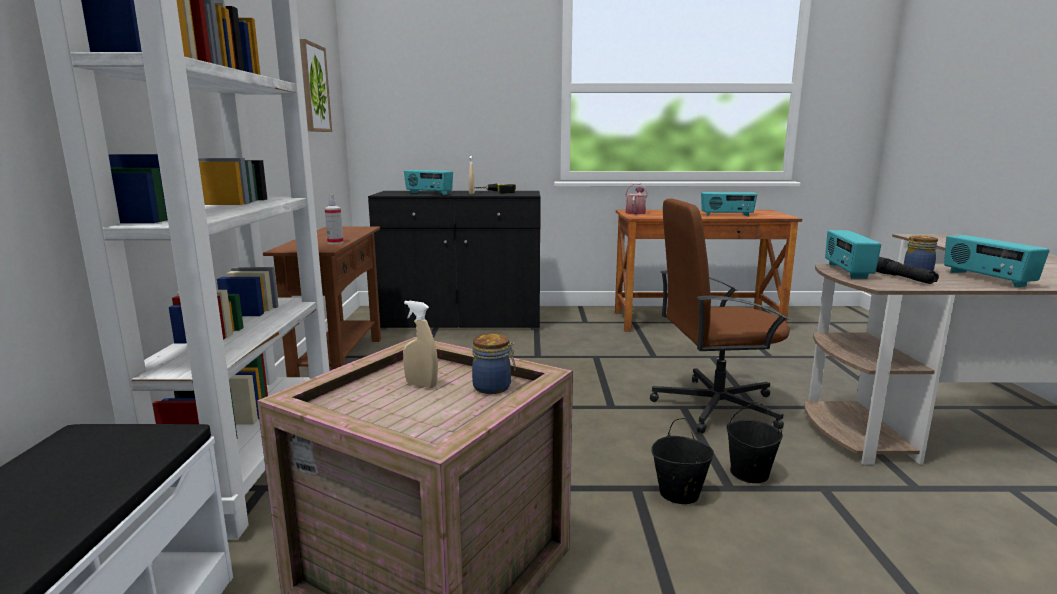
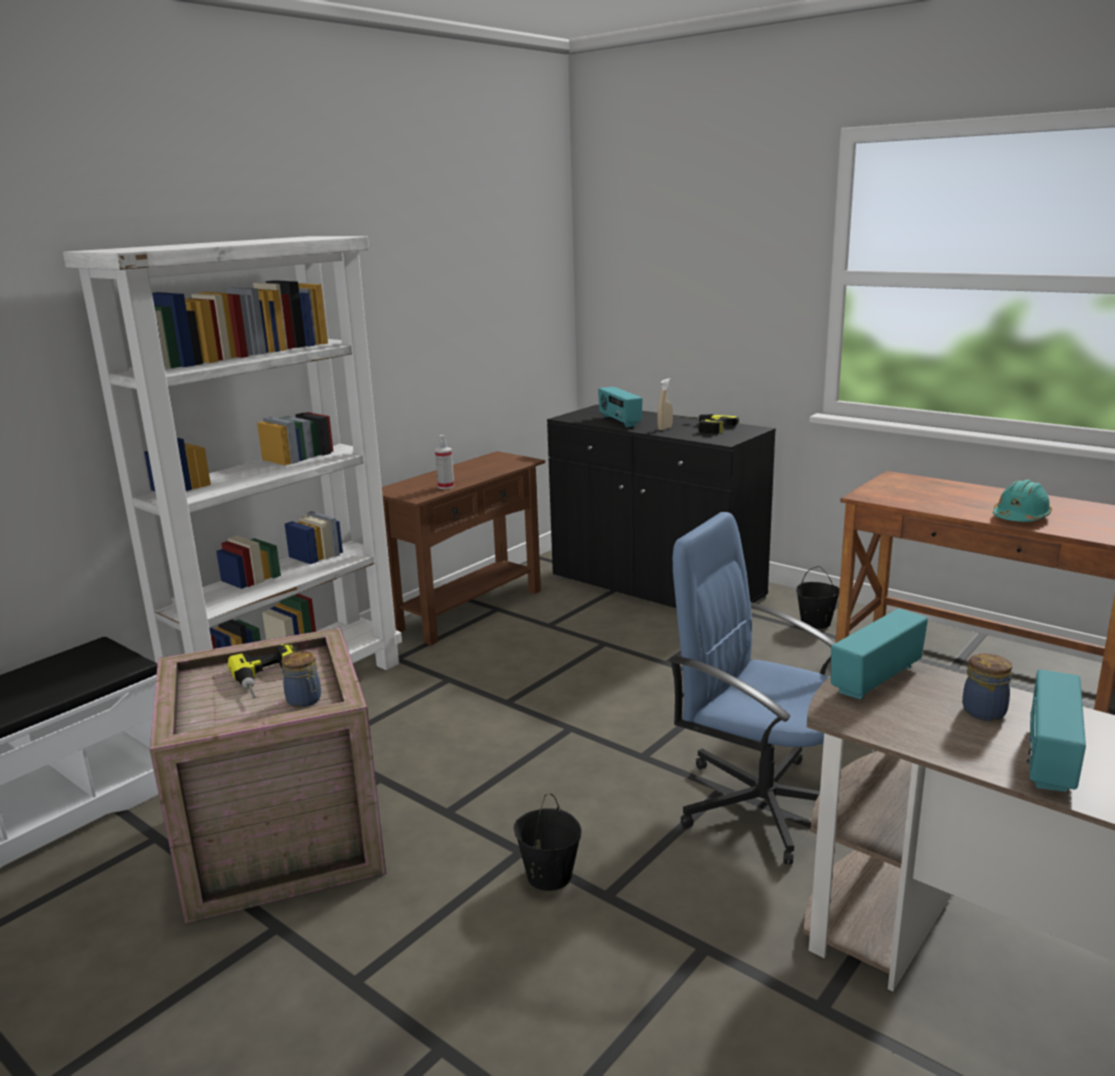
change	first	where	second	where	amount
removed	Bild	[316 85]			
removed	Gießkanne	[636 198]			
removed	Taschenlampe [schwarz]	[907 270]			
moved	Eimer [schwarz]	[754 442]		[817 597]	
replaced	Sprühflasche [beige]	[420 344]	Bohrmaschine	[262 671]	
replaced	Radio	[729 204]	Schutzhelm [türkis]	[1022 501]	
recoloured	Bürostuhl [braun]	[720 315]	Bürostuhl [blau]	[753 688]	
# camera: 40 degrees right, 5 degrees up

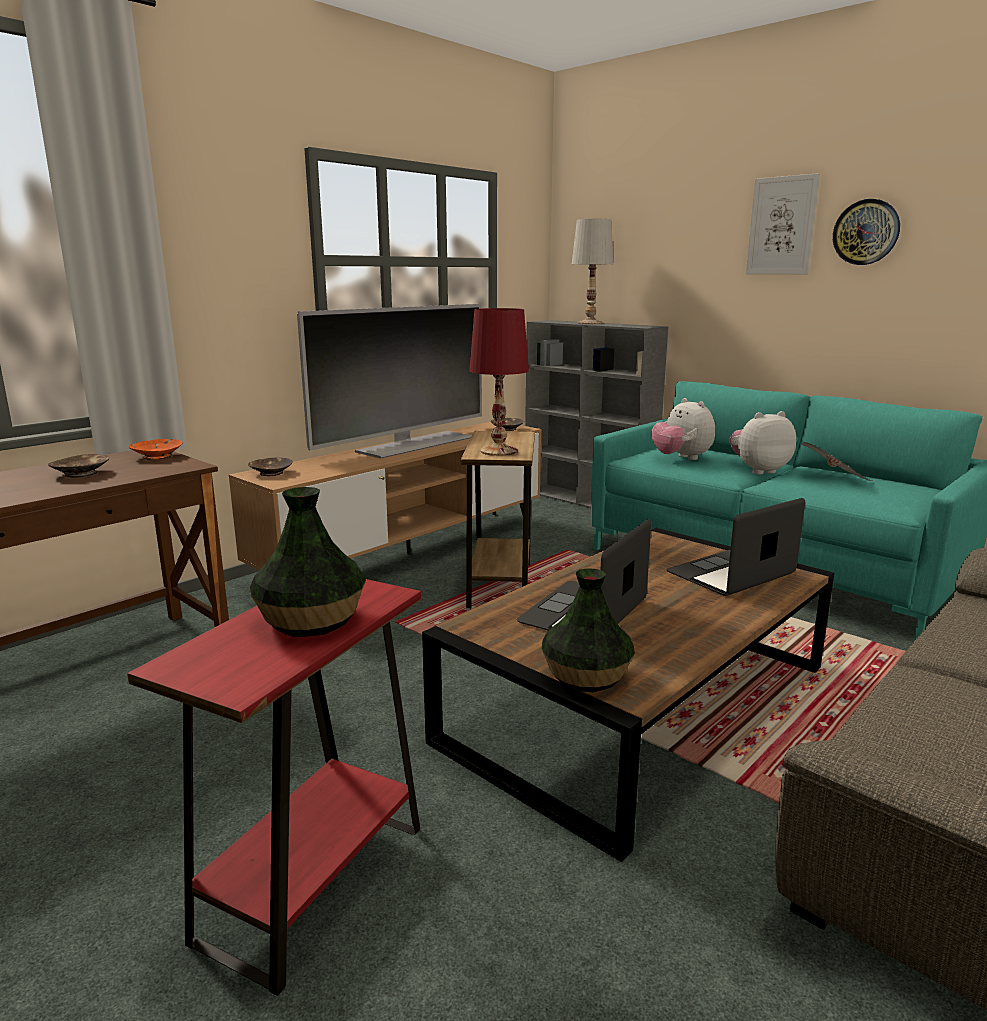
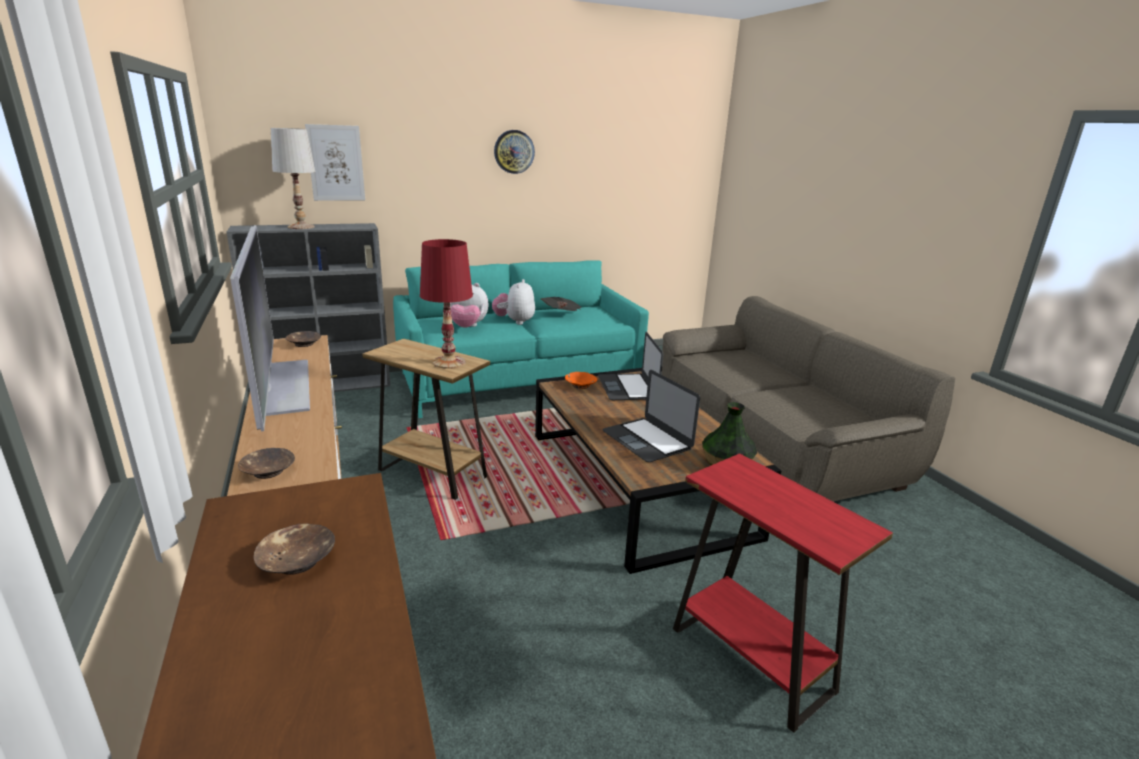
change	first	where	second	where	amount
removed	Vase	[308 562]			
moved	Schüssel [orange]	[156 449]		[581 380]	
moved	Bild	[783 223]		[335 162]	
# camera: 65 degrees left, 5 degrees up

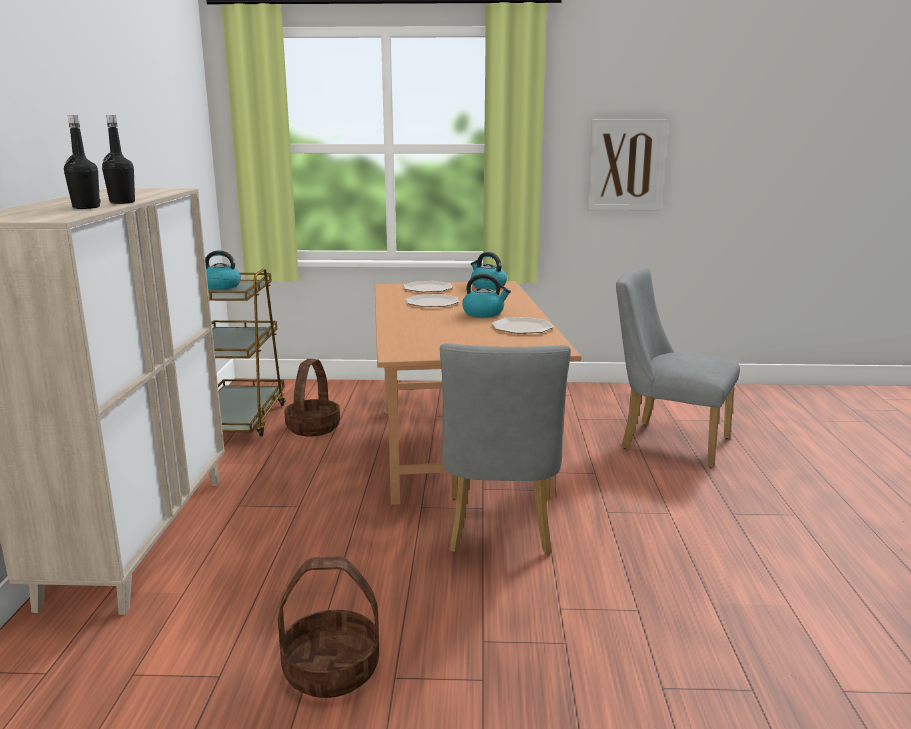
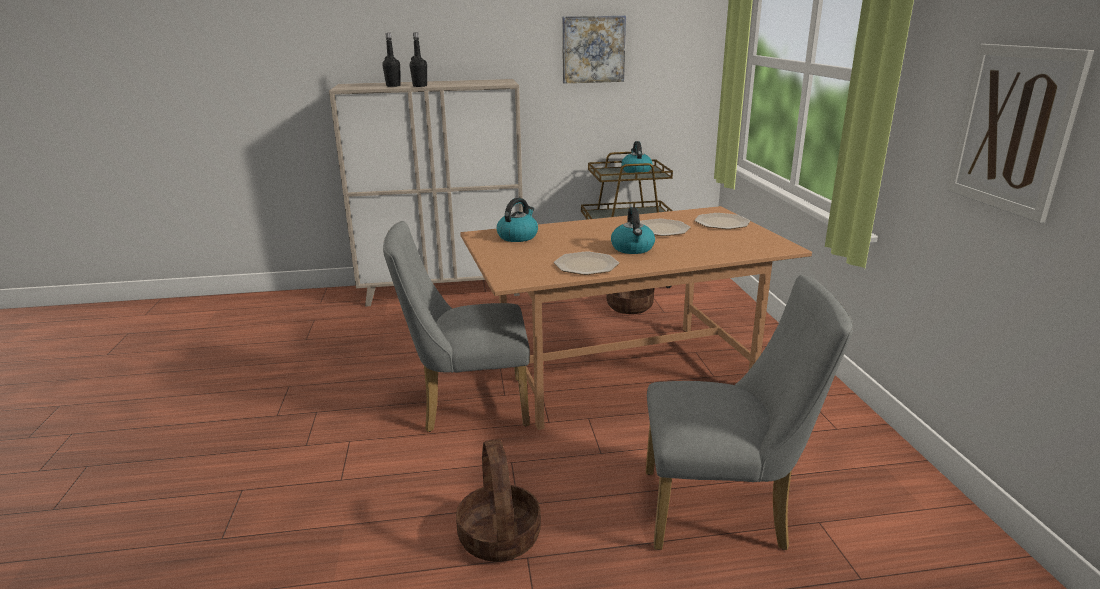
change	first	where	second	where	amount
added			Bild	[594 49]	
moved	Korb	[328 627]		[498 500]	
moved	Wasserkessel	[489 271]		[517 220]	
turned	Stuhl [grau]	[678 367]		[749 412]	75 degrees clockwise
# camera: 80 degrees right, 5 degrees up

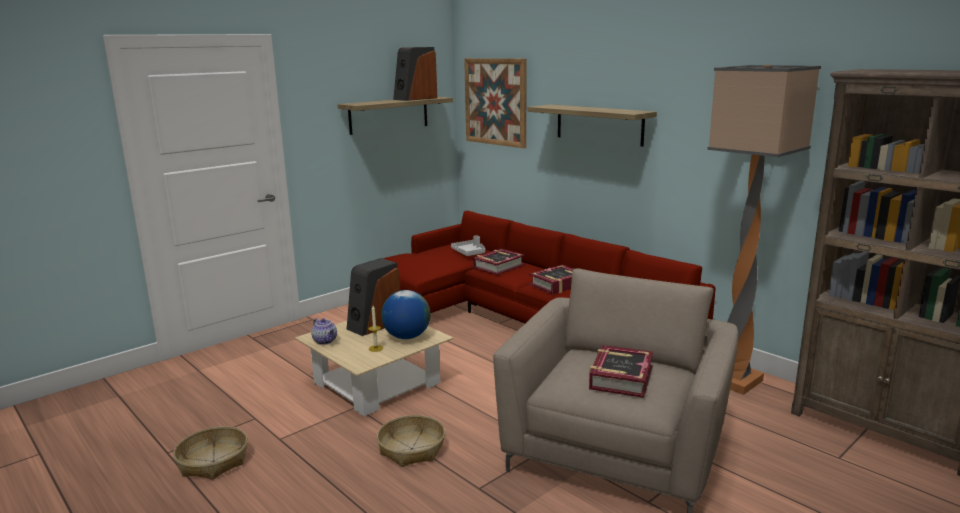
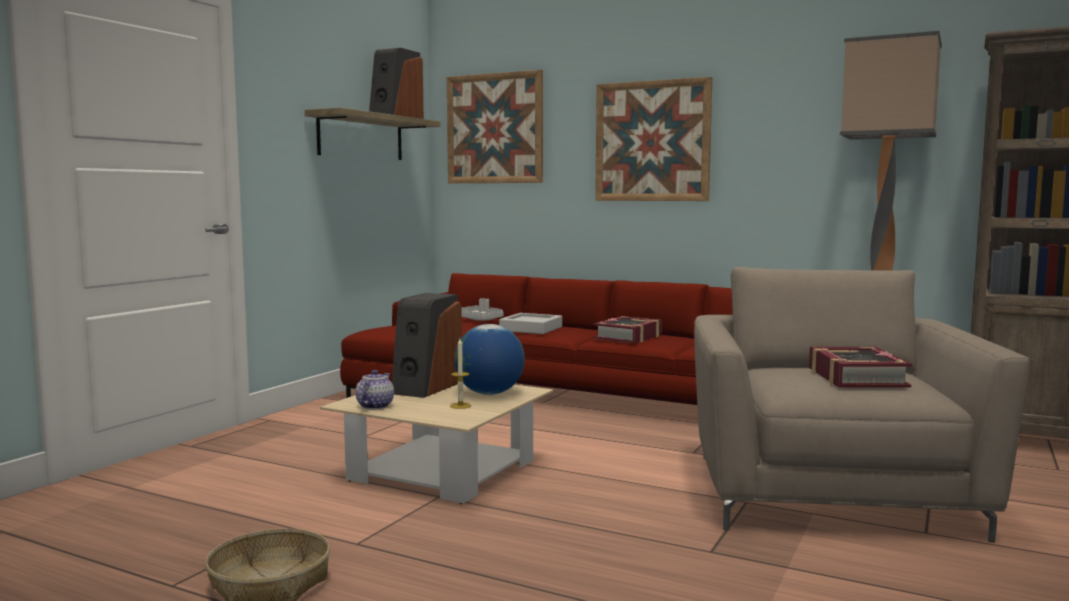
change	first	where	second	where	amount
removed	Korb	[411 441]			
replaced	Buch	[499 262]	Tablett [grau]	[530 323]	
replaced	Wandregal	[592 126]	Bild	[653 139]	
turned	Teekanne	[324 331]		[374 389]	105 degrees counterclockwise
# camera: 20 degrees left, 10 degrees down

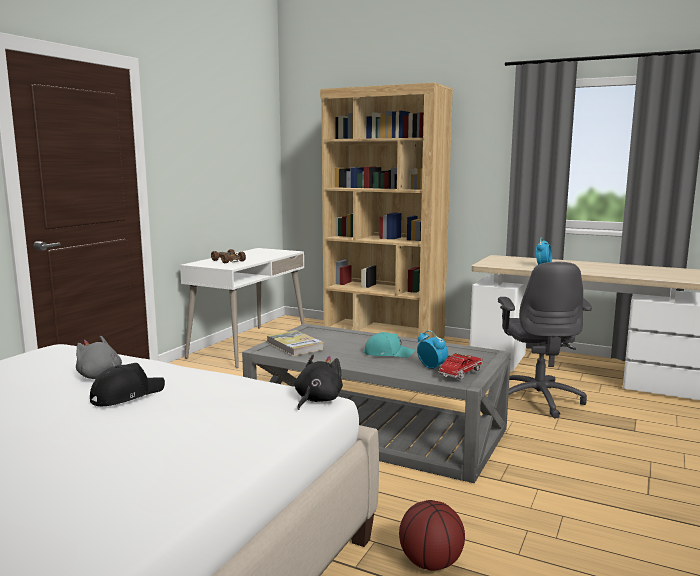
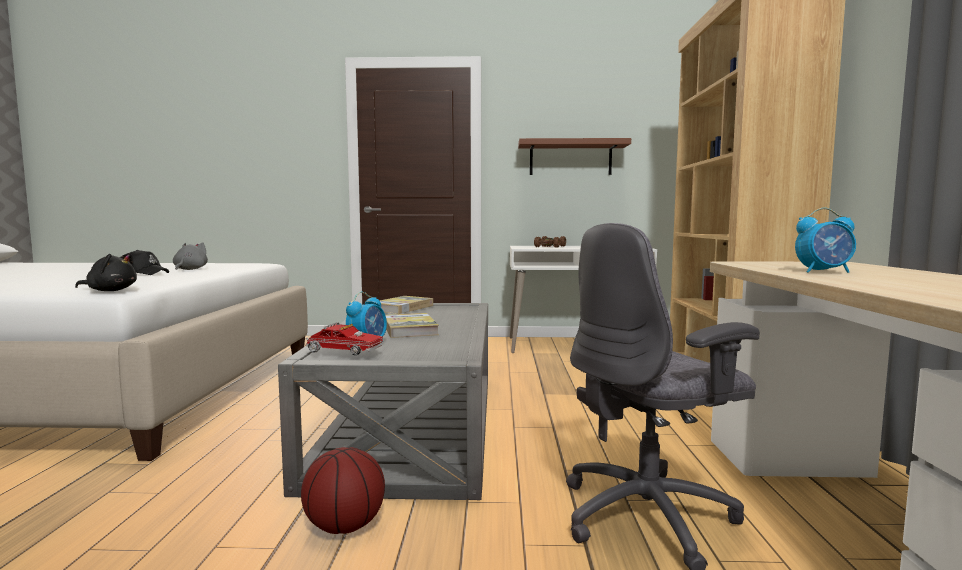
change	first	where	second	where	amount
added			Wandregal [braun]	[574 156]	
moved	Basketball	[432 535]		[343 490]	
replaced	Kappe [türkis]	[389 345]	Buch	[412 325]	
# camera: 65 degrees right, 5 degrees down

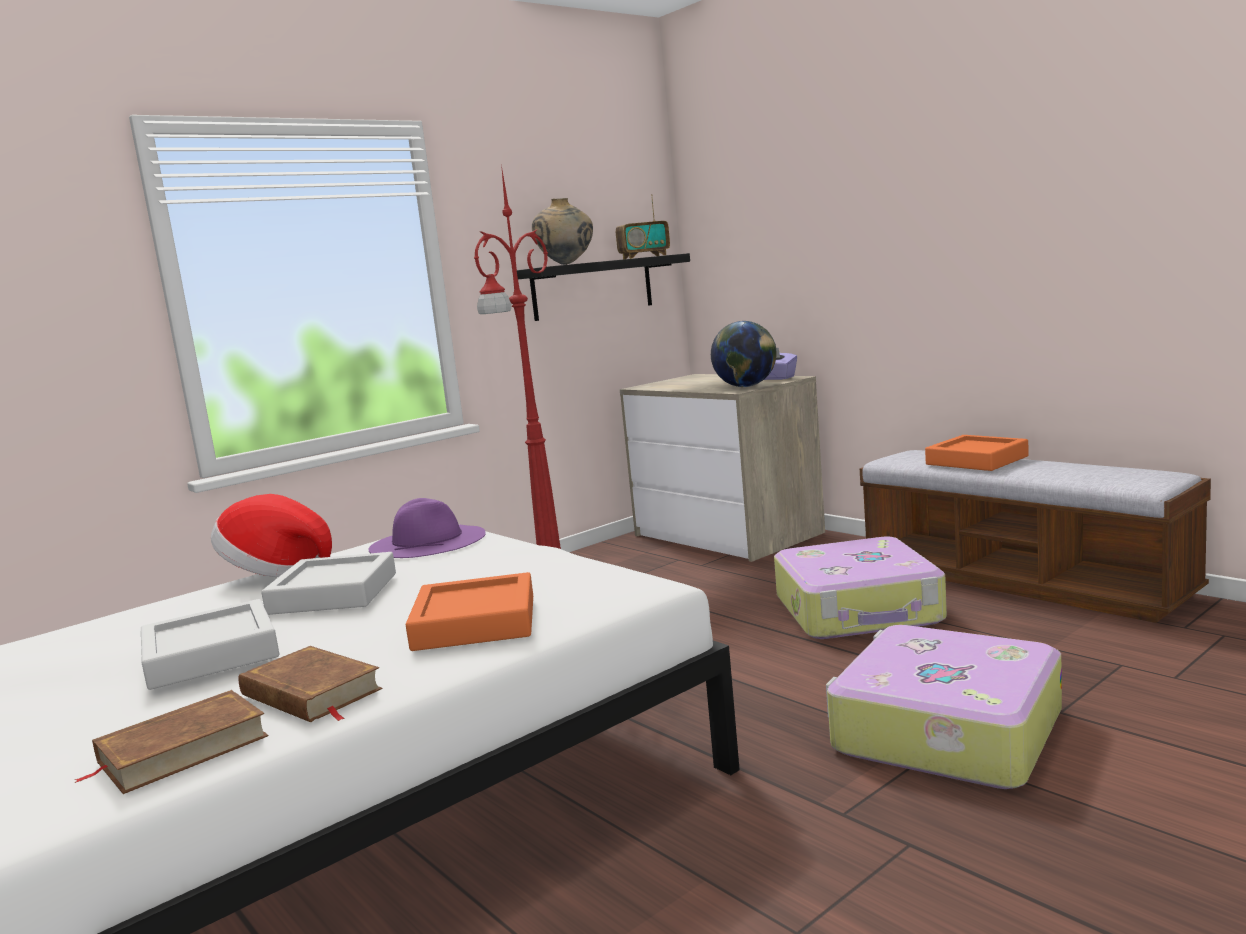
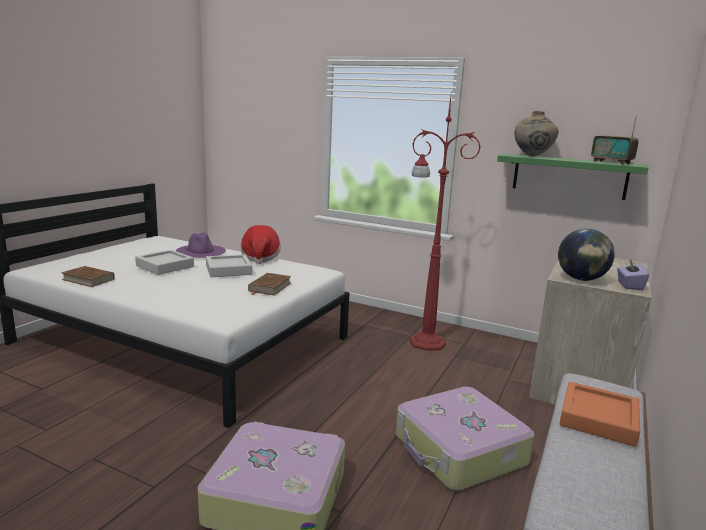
change	first	where	second	where	amount
removed	Tablett [orange]	[469 611]			
moved	Buch [braun]	[310 684]		[269 284]	
moved	Hut [lila]	[427 528]		[201 245]	
recoloured	Wandregal [schwarz]	[603 287]	Wandregal [grün]	[572 177]	
# camera: 65 degrees right, 5 degrees up

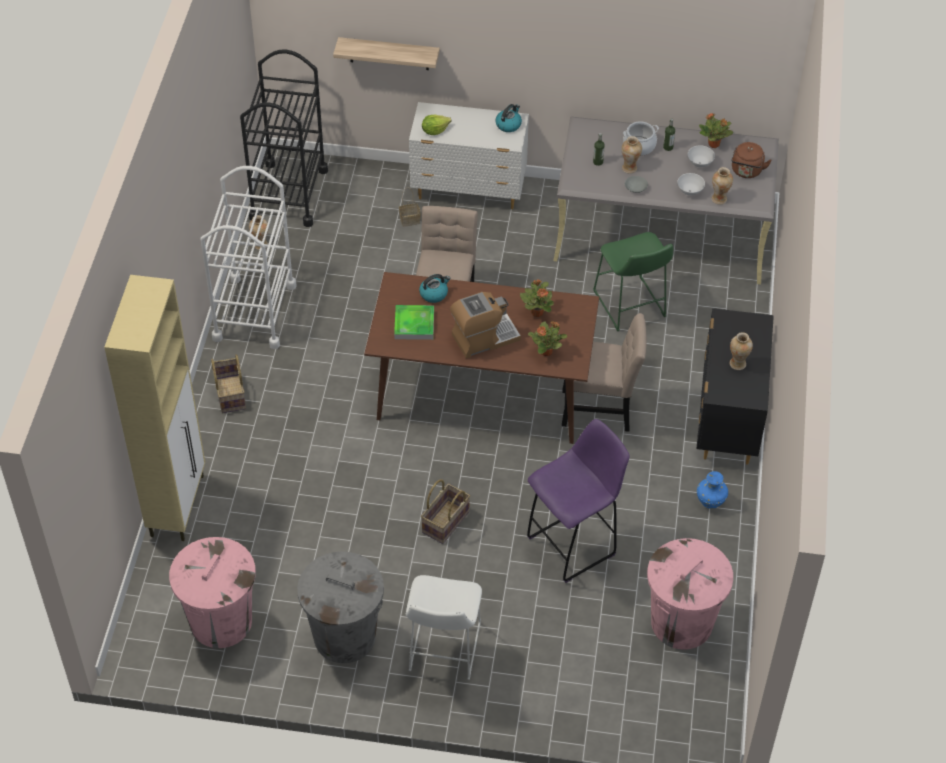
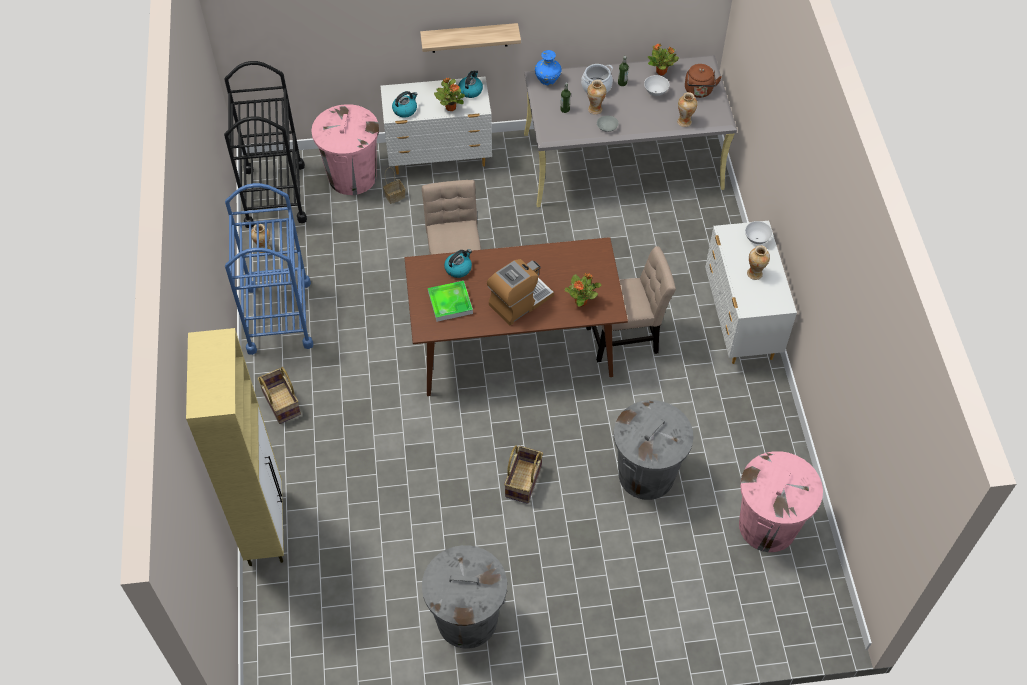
change	first	where	second	where	amount
removed	Hocker [weiß]	[444 627]			
removed	Hocker [grün]	[633 281]			
moved	Mülleimer [rosa]	[212 592]		[345 149]	
moved	Wandregal	[386 53]		[470 38]	
moved	Topfpflanze	[537 298]		[449 94]	
moved	Schüssel [weiß]	[691 184]		[759 232]	
moved	Vase [blau]	[712 490]		[548 67]	
replaced	Salatkopf	[436 125]	Wasserkessel	[404 104]	
replaced	Hocker [lila]	[578 501]	Mülleimer [grau]	[653 450]	
recoloured	Rollwagen [weiß]	[248 257]	Rollwagen [blau]	[269 269]	
recoloured	Kommode [schwarz]	[735 386]	Kommode [weiß]	[751 292]	
# camera: 15 degrees left, 5 degrees up

